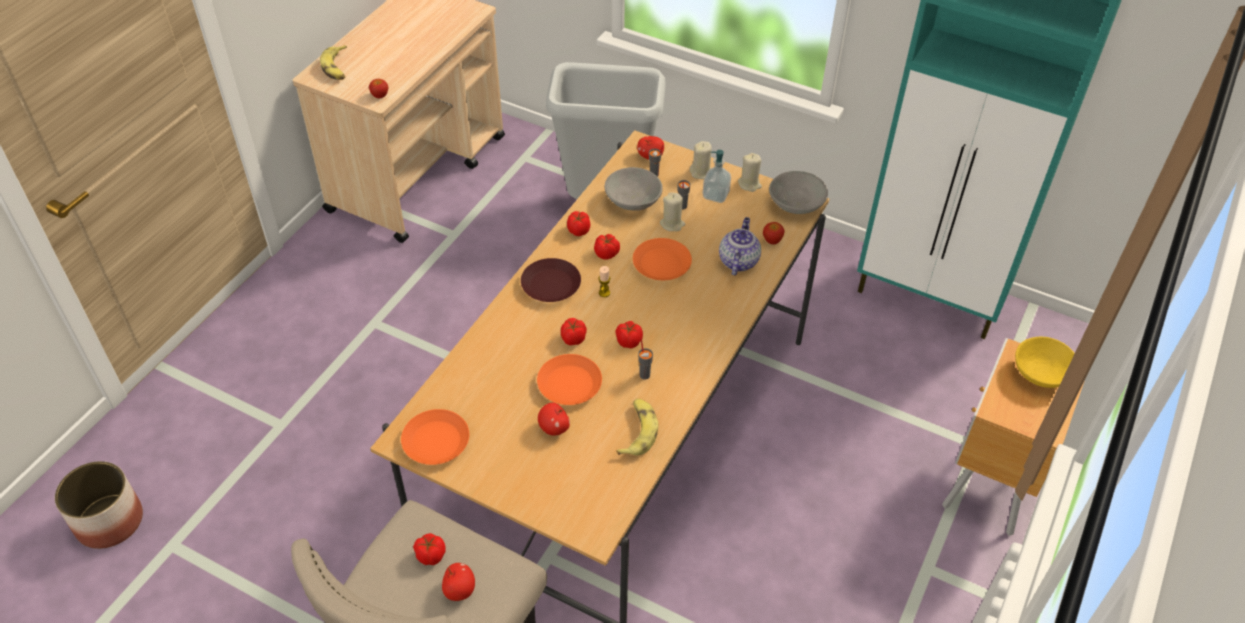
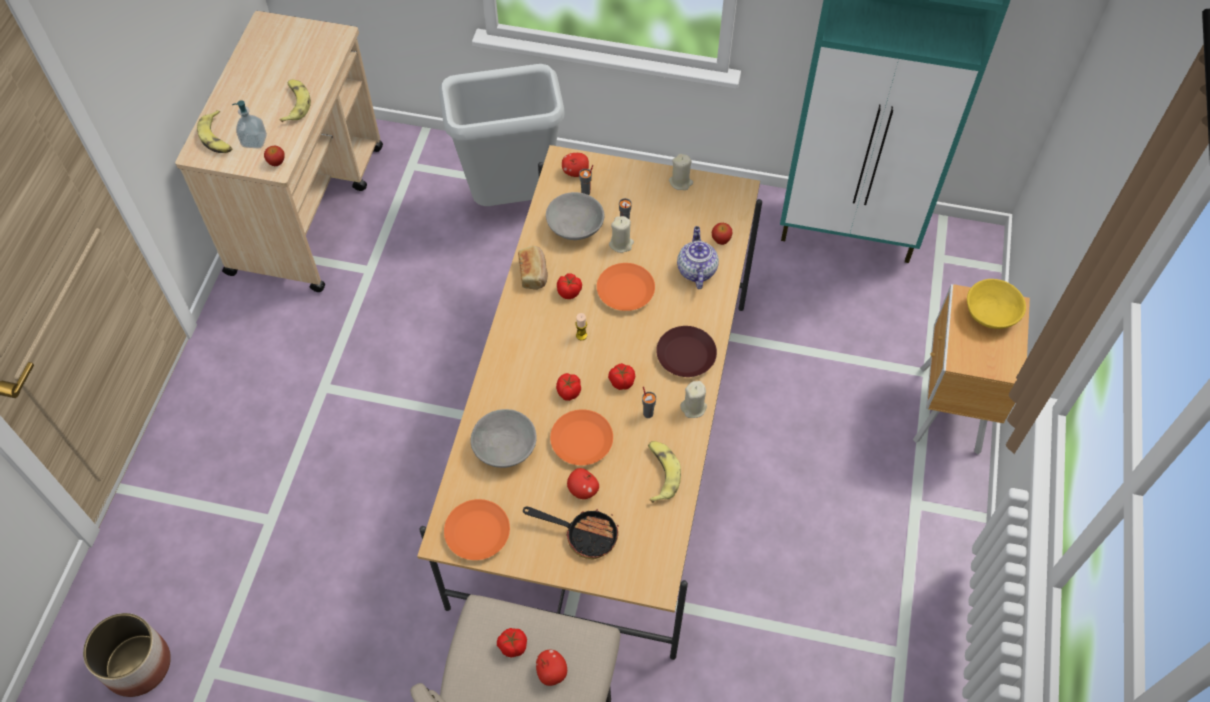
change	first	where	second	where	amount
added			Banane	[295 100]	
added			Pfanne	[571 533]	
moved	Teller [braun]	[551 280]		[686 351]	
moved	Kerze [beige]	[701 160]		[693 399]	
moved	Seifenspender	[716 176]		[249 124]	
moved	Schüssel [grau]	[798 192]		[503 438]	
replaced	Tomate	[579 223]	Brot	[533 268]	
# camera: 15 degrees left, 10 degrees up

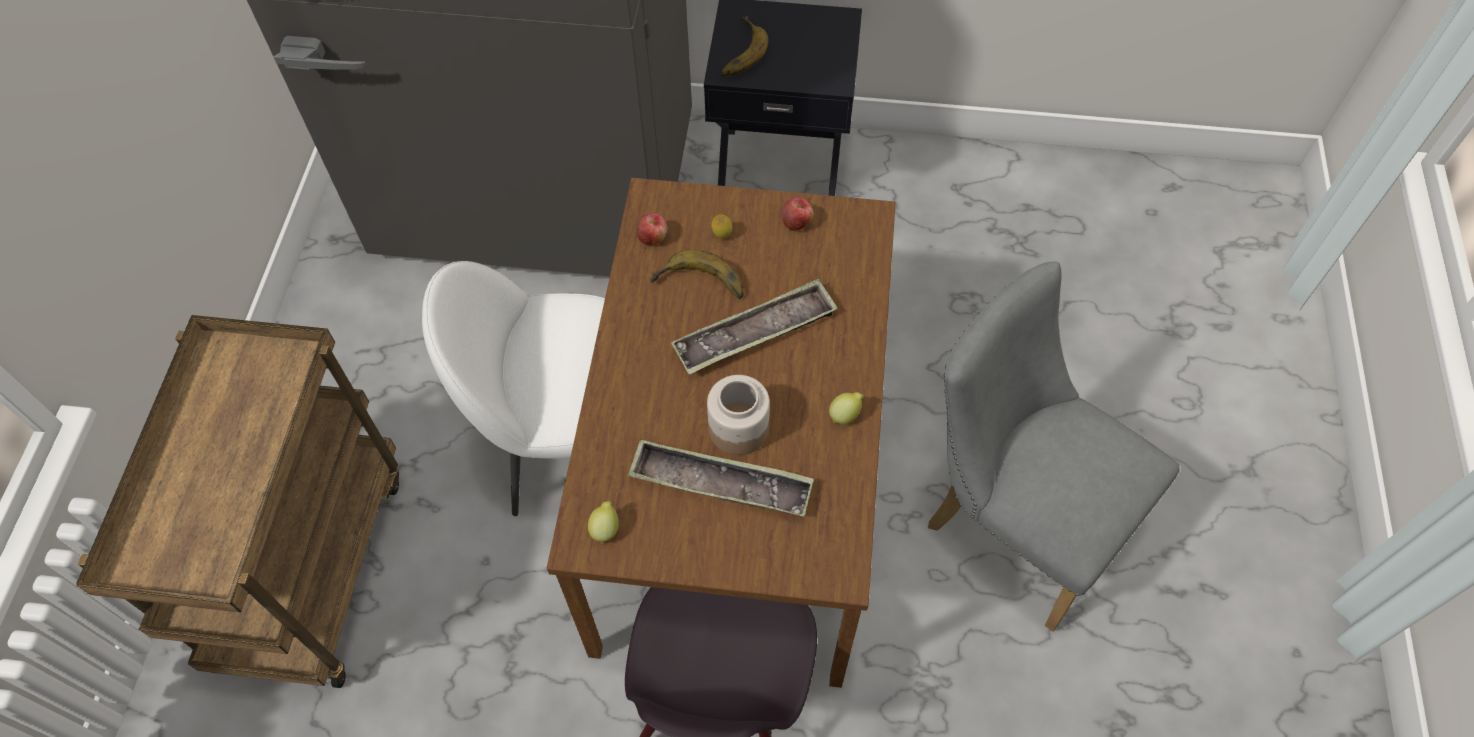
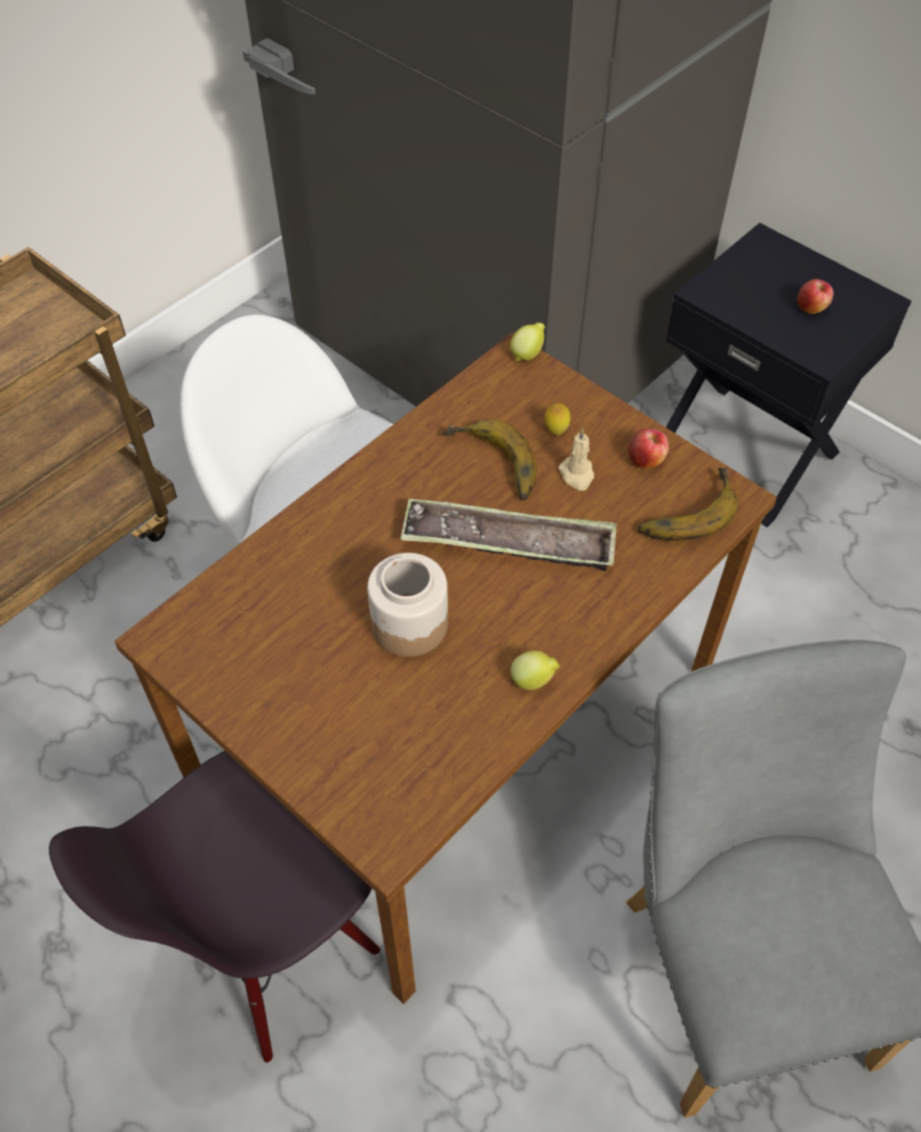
change	first	where	second	where	amount
removed	Tablett	[721 478]			
added			Kerze [beige]	[576 459]	
moved	Zitrone	[603 522]		[527 342]	
moved	Apfel	[651 229]		[815 296]	
moved	Banane	[744 46]		[687 504]	
# camera: 35 degrees right, 5 degrees down

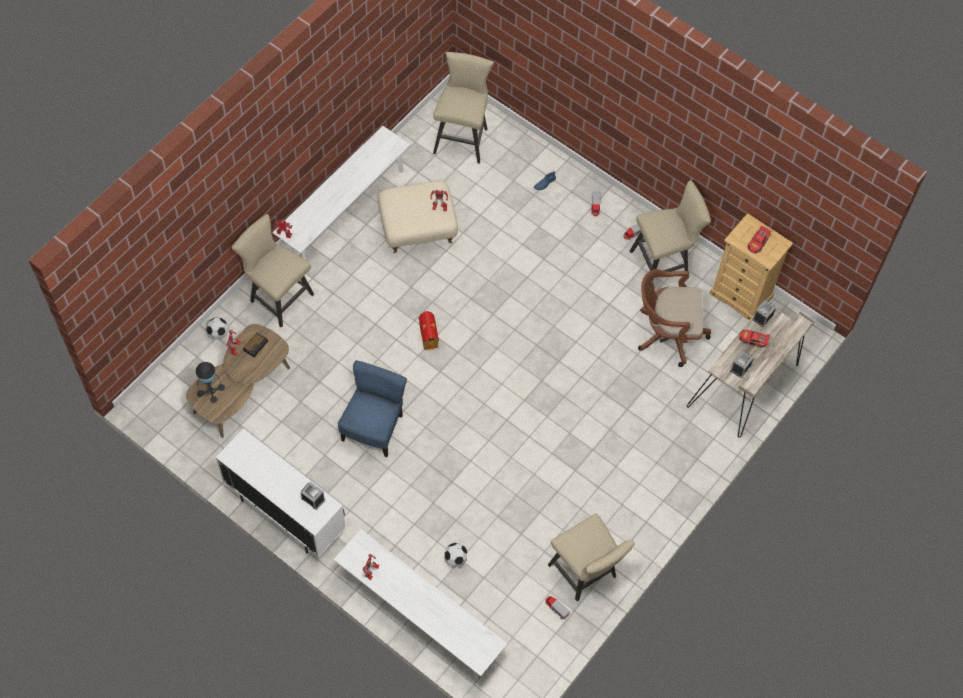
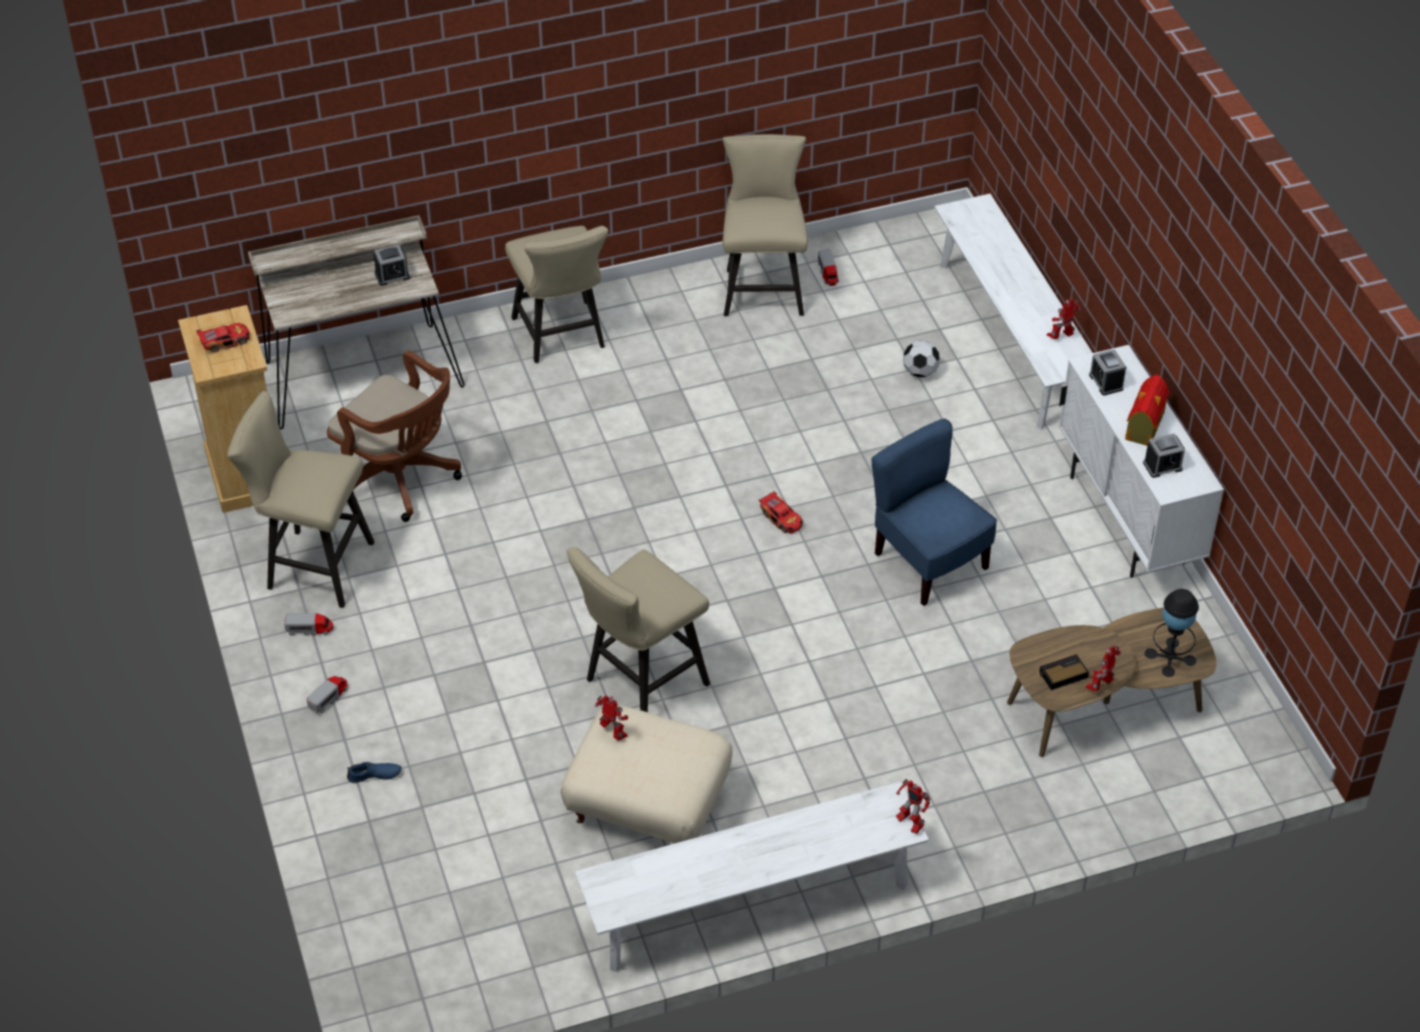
change	first	where	second	where	amount
removed	Fußball	[217 329]			
moved	Stuhl [beige]	[273 270]		[556 294]	
moved	Spielzeughaus	[429 330]		[1147 410]	
moved	Hocker [beige]	[463 108]		[638 629]	
moved	Spielzeugauto	[754 338]		[781 512]	
moved	Wecker	[764 313]		[1164 456]	
turned	Stuhl [blau]	[372 409]		[934 512]	90 degrees clockwise
# camera: 145 degrees left, 15 degrees down

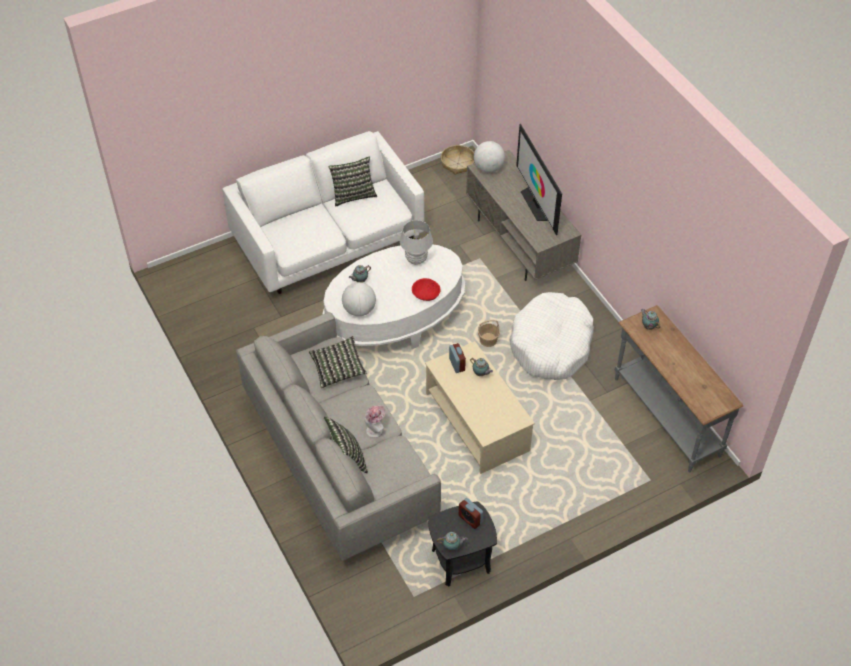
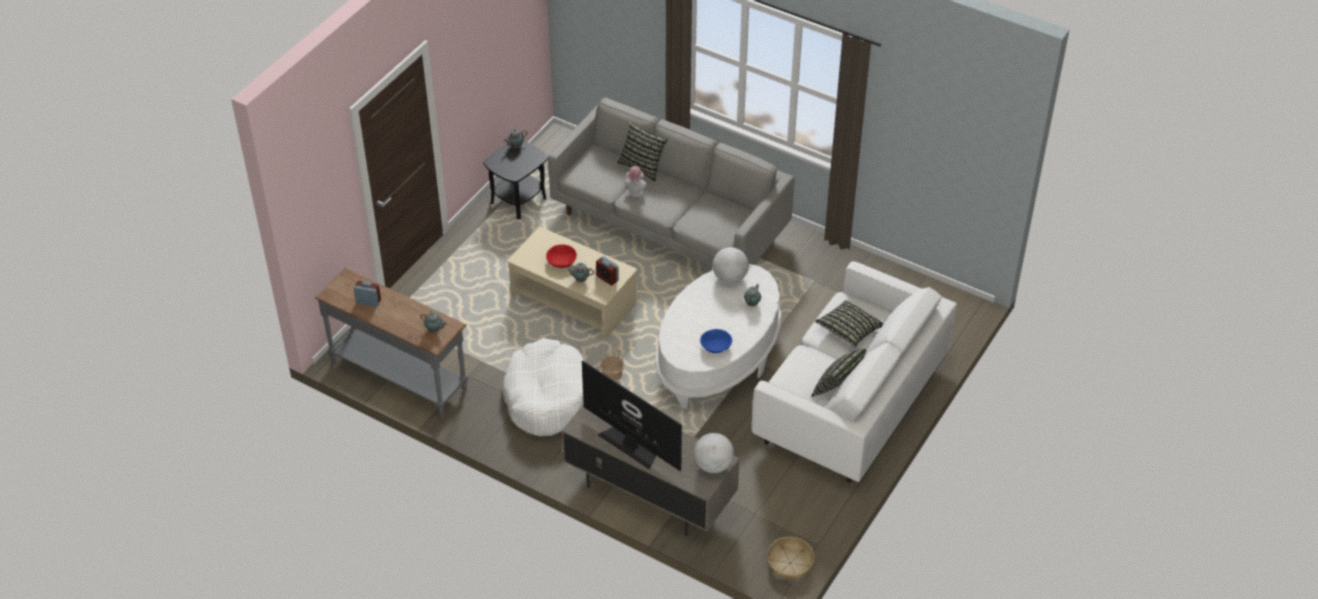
change	first	where	second	where	amount
moved	Kissen	[338 362]		[849 323]	
moved	Schüssel [rot]	[426 289]		[561 256]	
moved	Wecker	[471 513]		[367 294]	
replaced	Tischlampe [weiß]	[416 242]	Schüssel [blau]	[716 341]	
# camera: 150 degrees right, 5 degrees down

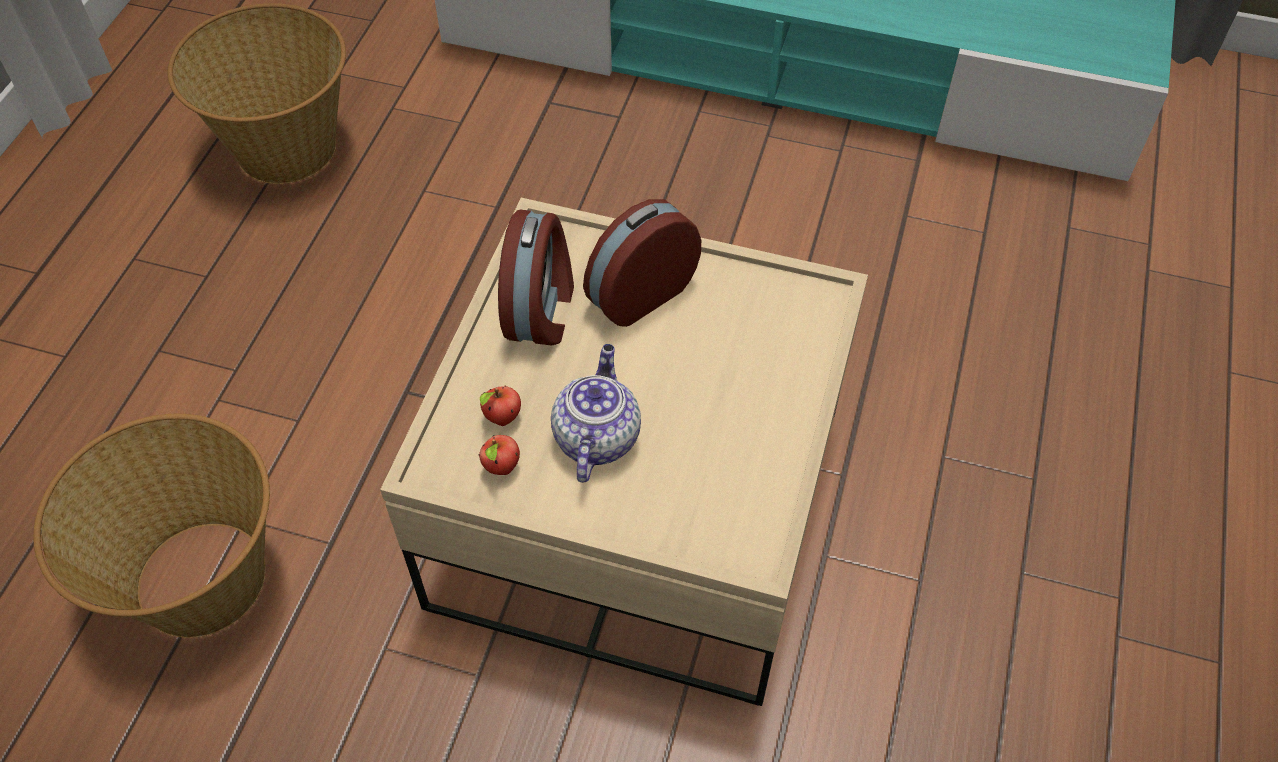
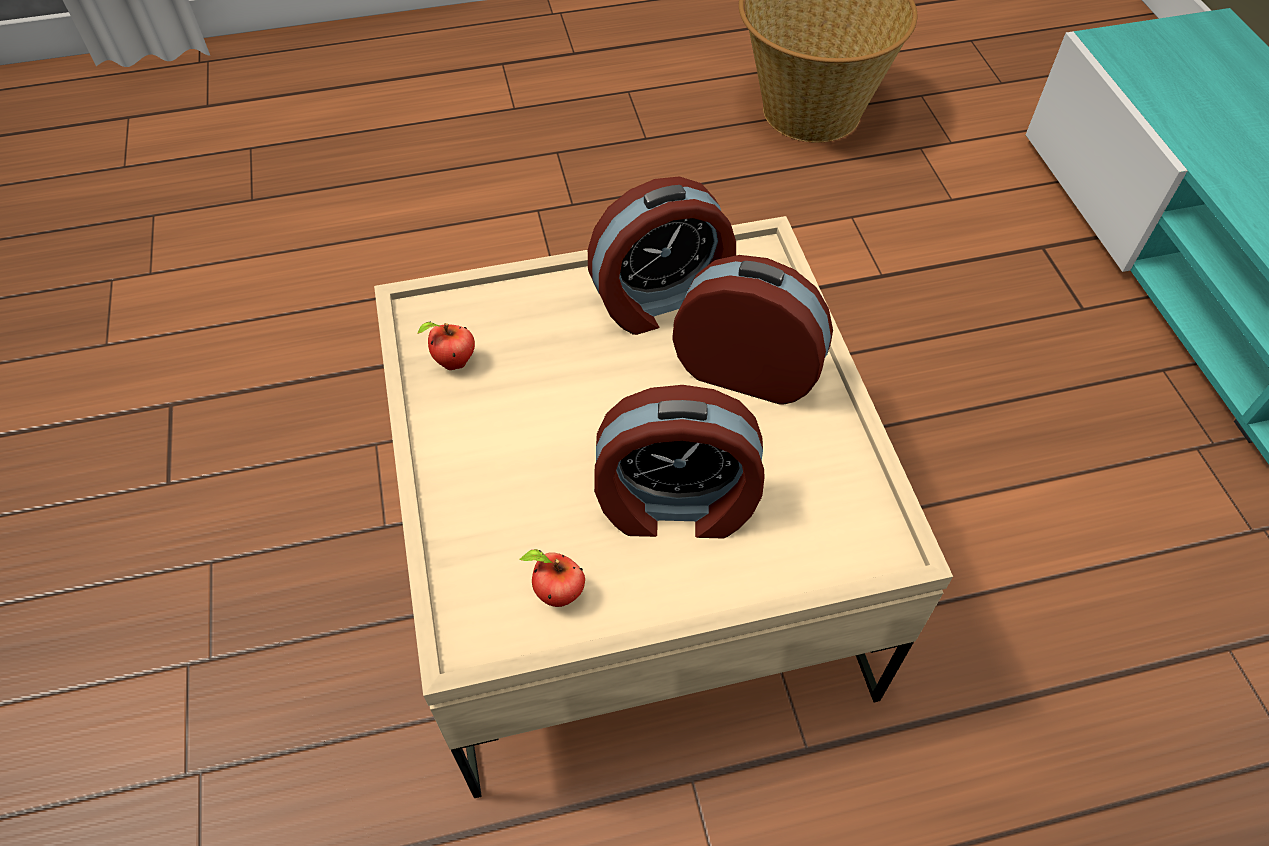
change	first	where	second	where	amount
removed	Korb	[151 526]			
removed	Teekanne	[596 413]			
added			Wecker	[679 461]	
moved	Apfel	[500 406]		[552 578]	
# camera: 60 degrees right, 0 degrees up

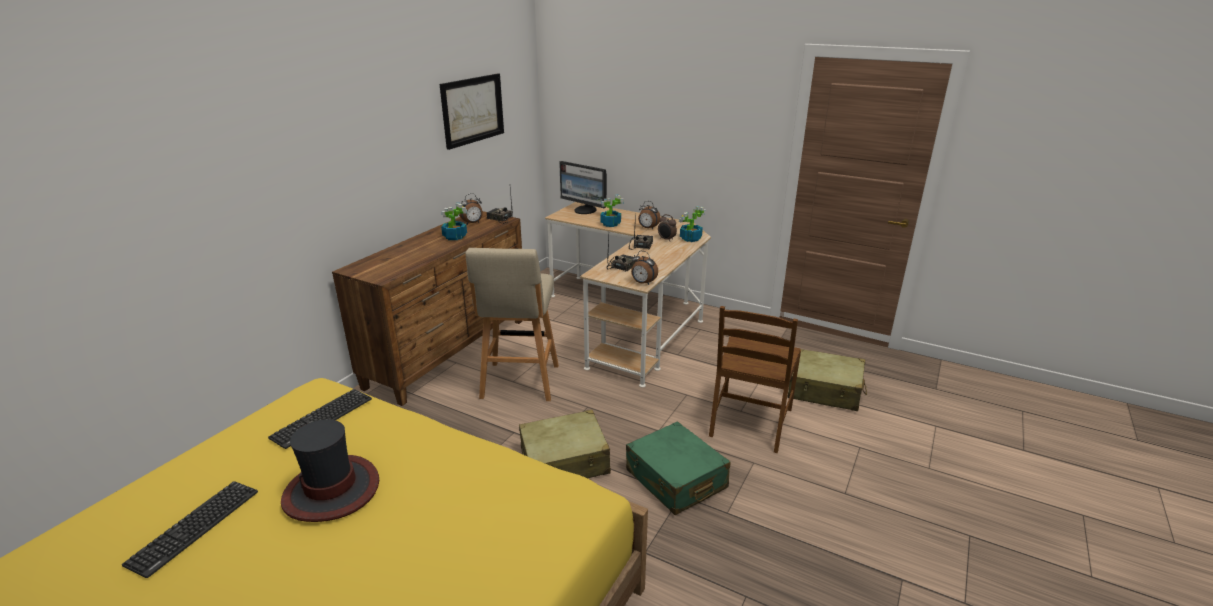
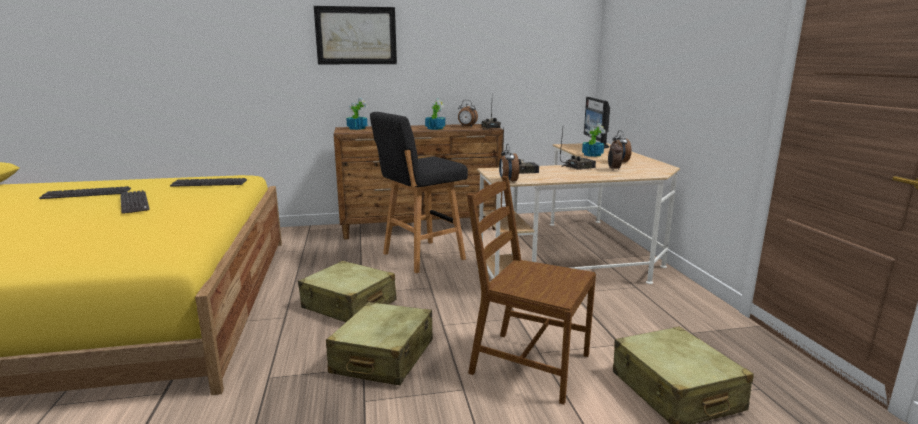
change	first	where	second	where	amount
moved	Bild	[471 111]		[355 35]	
moved	Topfpflanze	[692 224]		[356 114]	
replaced	Hut	[330 470]	Tastatur	[135 202]	
recoloured	Hocker [beige]	[512 324]	Hocker [schwarz]	[419 192]	
recoloured	Koffer [grün]	[678 468]	Koffer [beige]	[379 343]	
turned	Stuhl [braun]	[755 379]		[531 290]	45 degrees clockwise
# camera: 50 degrees right, 10 degrees down

